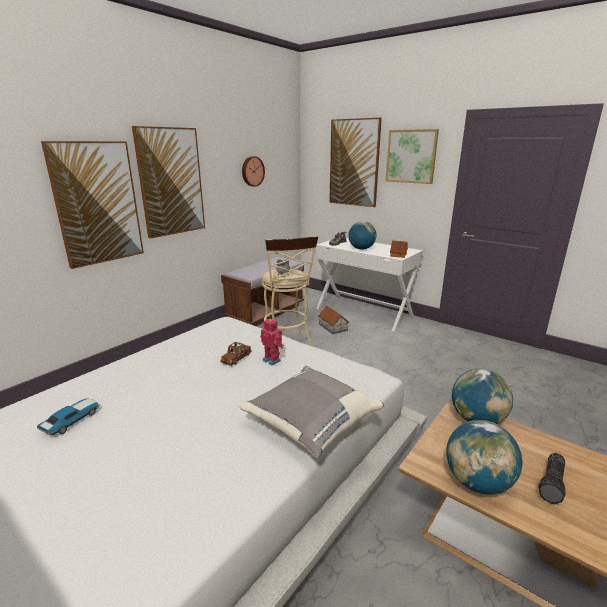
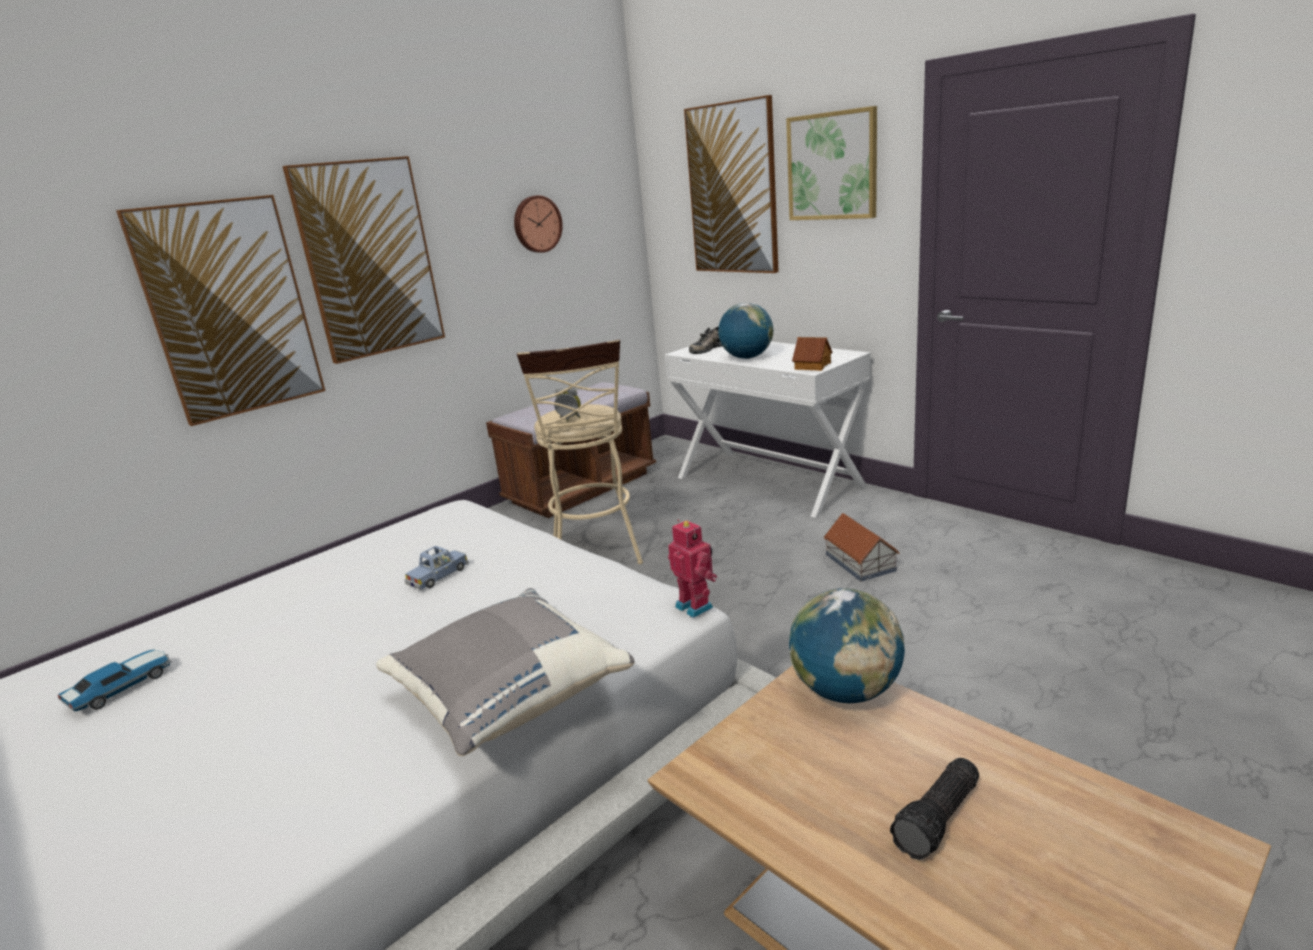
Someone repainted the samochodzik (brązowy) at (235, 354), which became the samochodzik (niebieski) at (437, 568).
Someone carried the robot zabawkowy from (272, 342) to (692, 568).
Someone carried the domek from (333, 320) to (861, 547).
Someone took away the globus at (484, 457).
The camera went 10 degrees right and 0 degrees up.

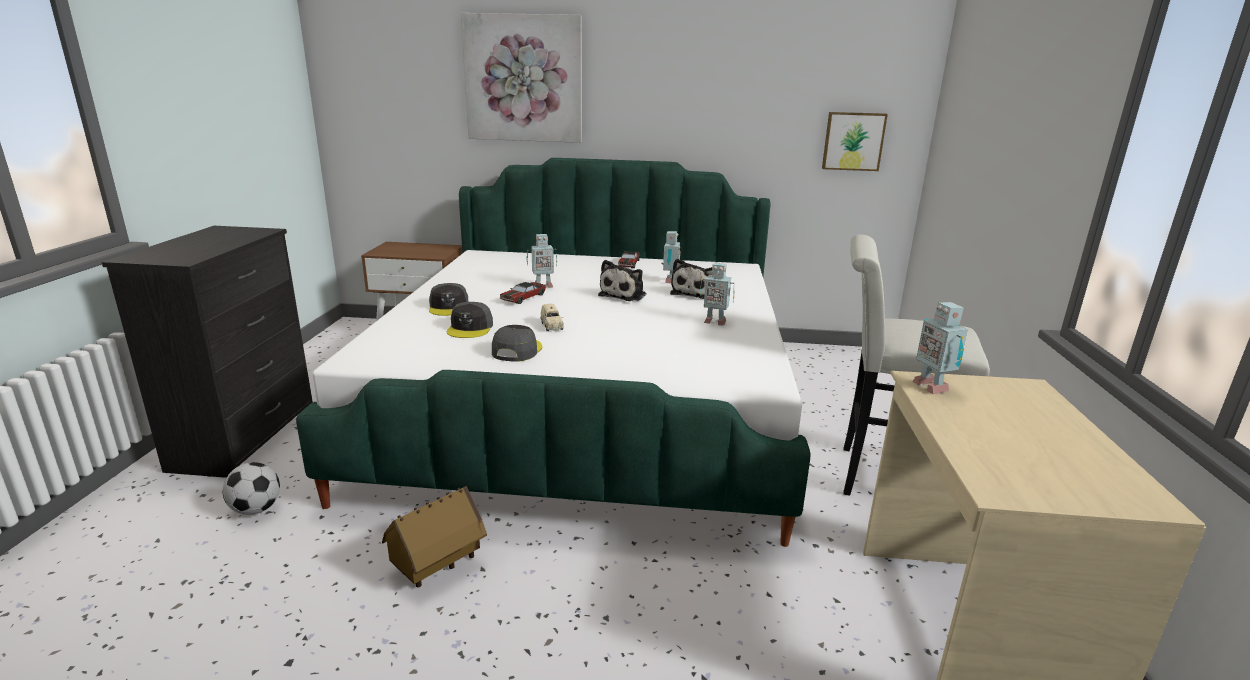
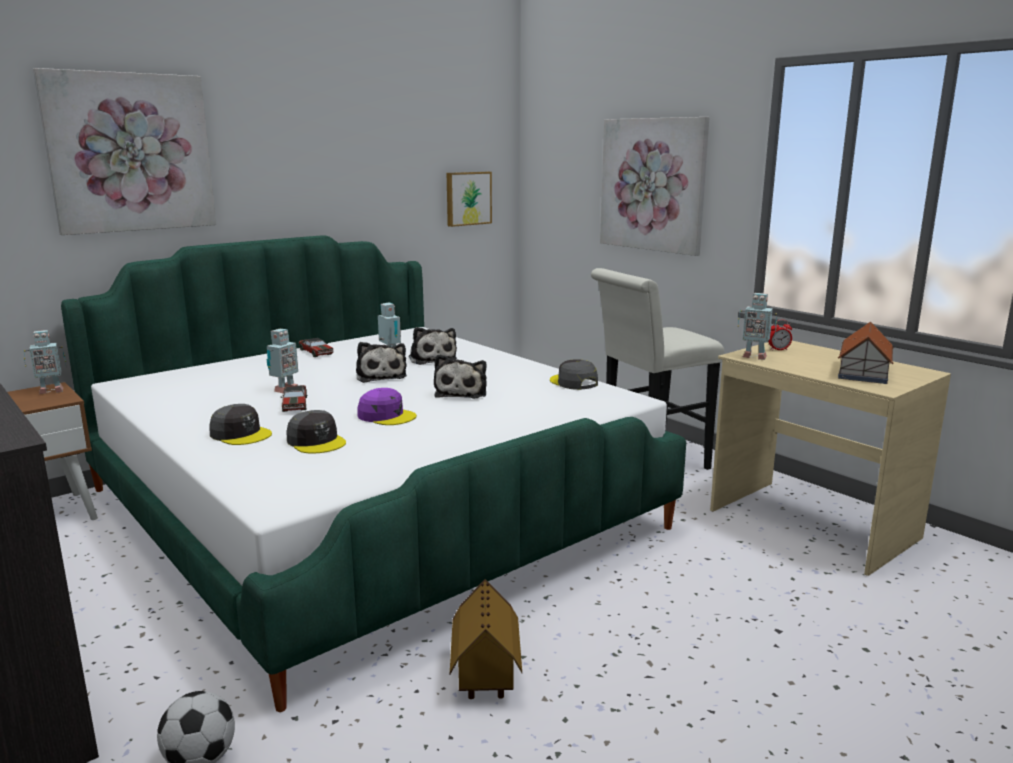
Someone carried the czapka z daszkiem (szary) from (517, 343) to (574, 374).
Someone swapped the samochodzik (beżowy) at (552, 317) for the czapka z daszkiem (fioletowy) at (387, 406).
Someone carried the robot zabawkowy from (717, 294) to (44, 362).
Someone put down the pluszak at (460, 376).
Someone put up the obraz at (655, 186).
Someone put down the budzik at (780, 335).
Someone put down the domek at (866, 353).
The camera went 45 degrees left and 5 degrees down.

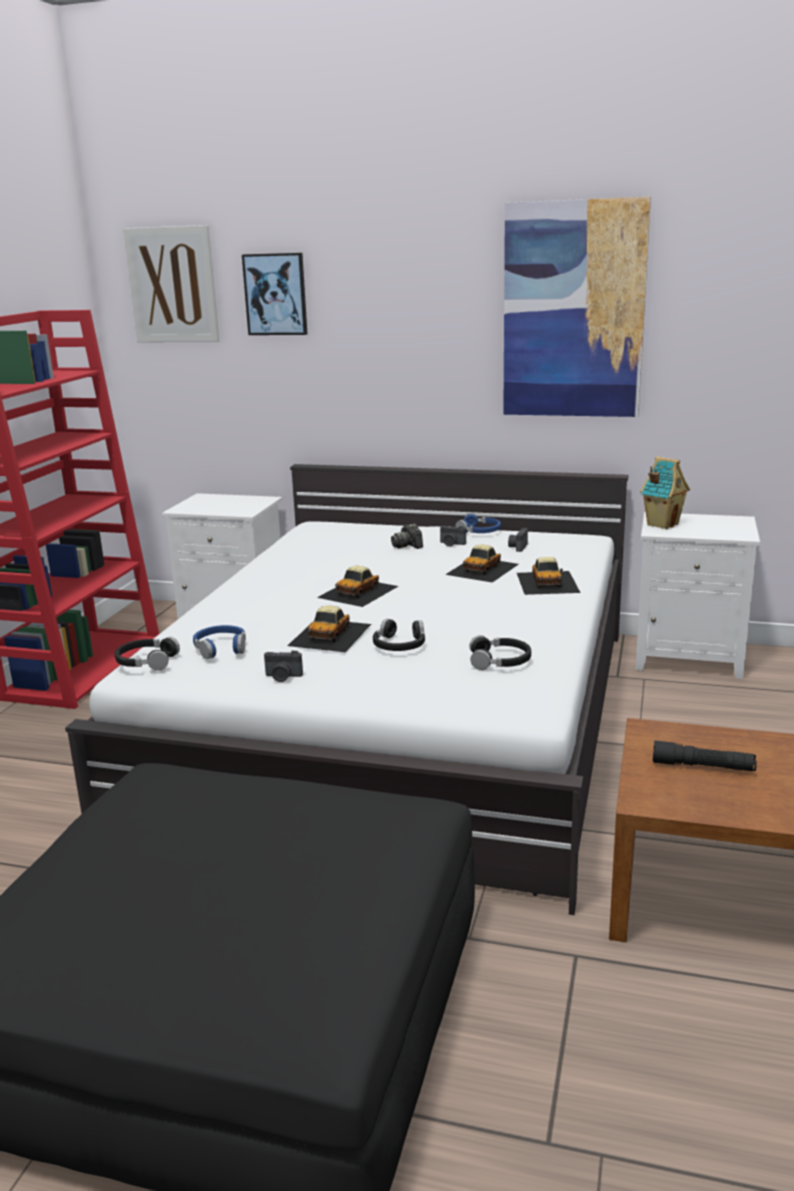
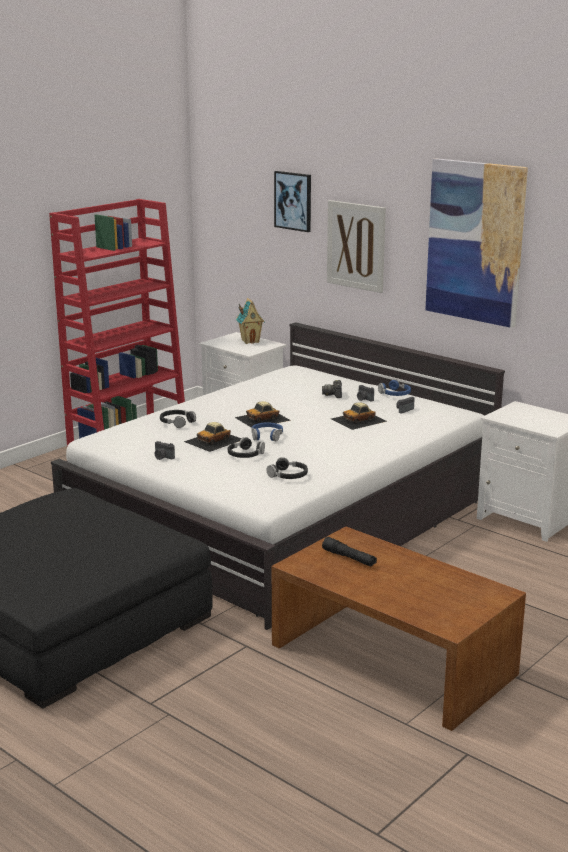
Someone carried the słuchawki (czarny) from (147, 654) to (178, 419).
Someone carried the obraz from (171, 283) to (356, 246).
Someone carried the słuchawki (niebieski) from (219, 642) to (267, 431).
Someone took away the samochodzik at (549, 576).
Someone carried the domek from (665, 492) to (250, 321).
The camera went 25 degrees right and 0 degrees up.

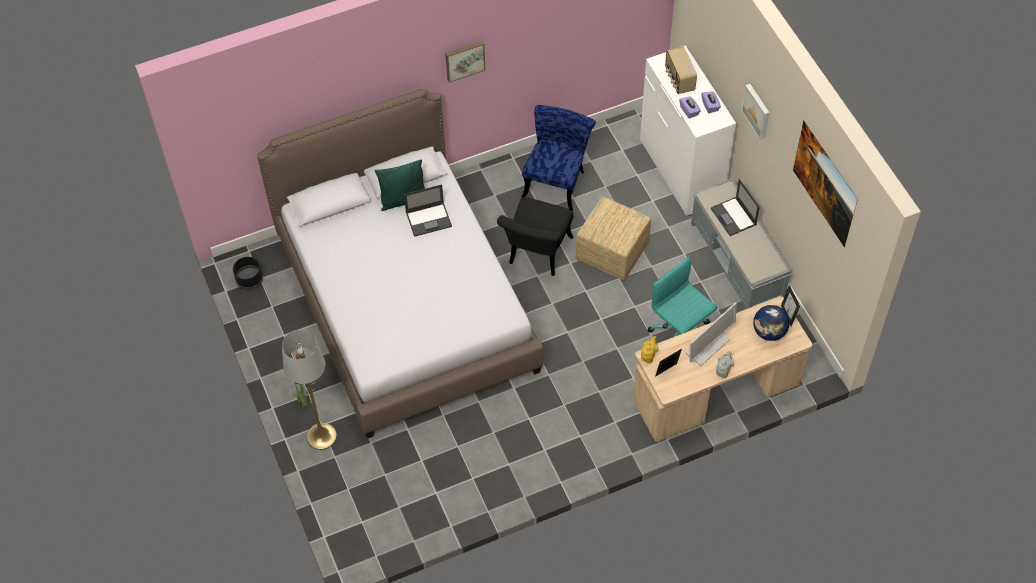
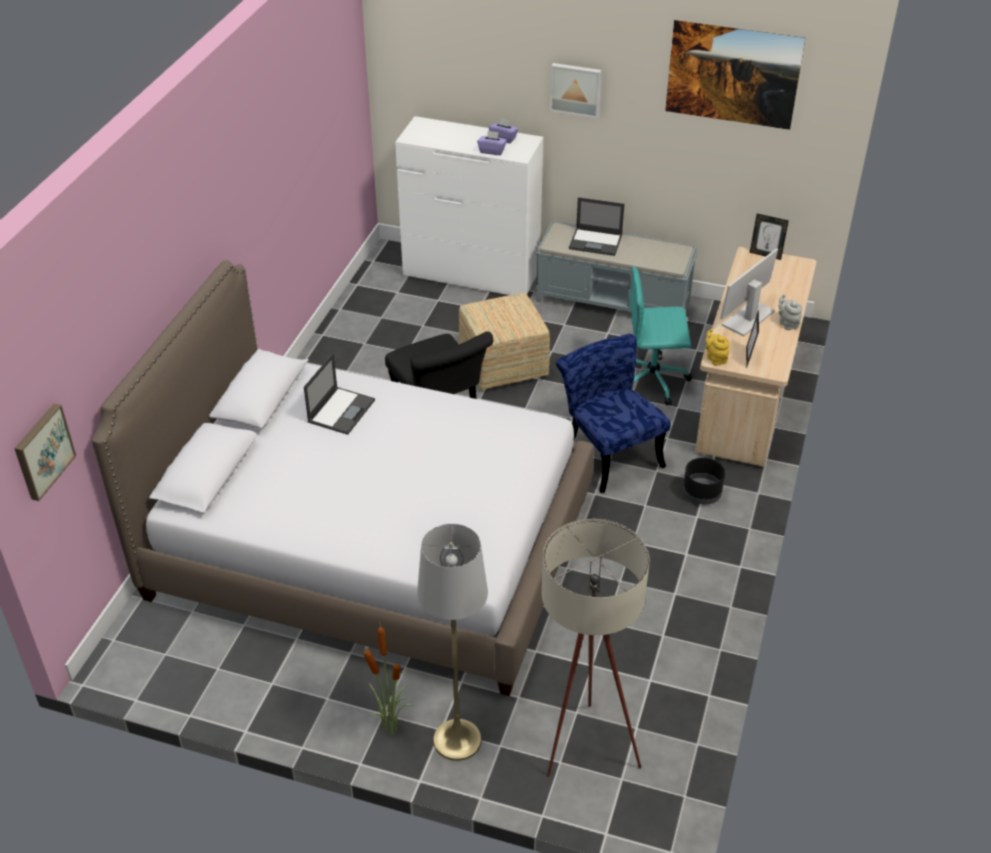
Someone carried the donica (czarny) from (248, 273) to (704, 481).
Someone took away the poduszka (zielony) at (400, 185).
Someone carried the obraz from (465, 62) to (45, 452).
Someone carried the krzesło (niebieski) from (559, 158) to (613, 413).
Someone took away the radio at (681, 70).
Someone rotated the monitor at (711, 334) by 135 degrees counterclockwise.
Someone took away the globus at (771, 323).
Someone put down the lampa stojąca (beżowy) at (595, 648).
The camera went 50 degrees left and 15 degrees down.

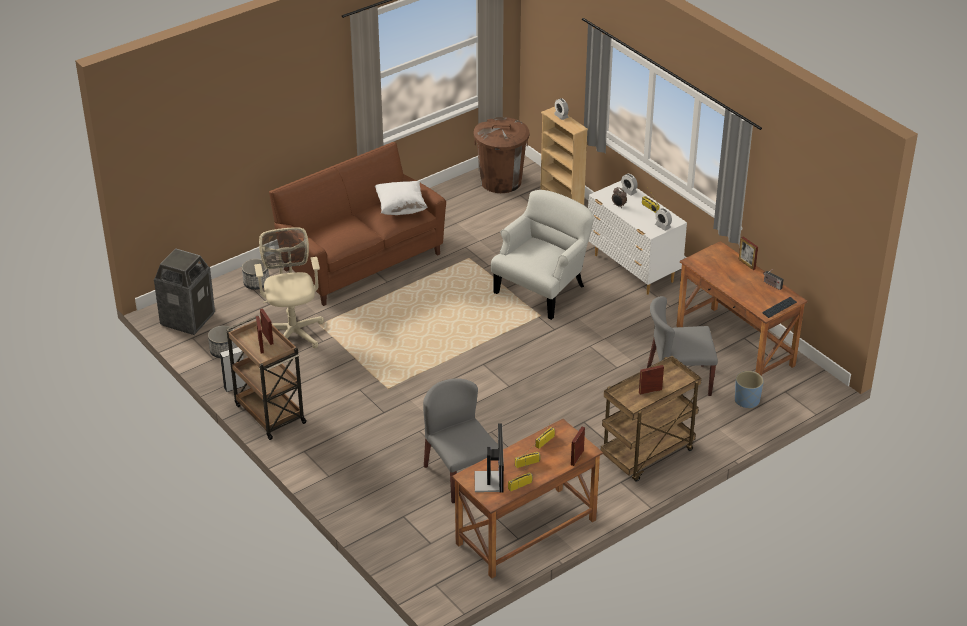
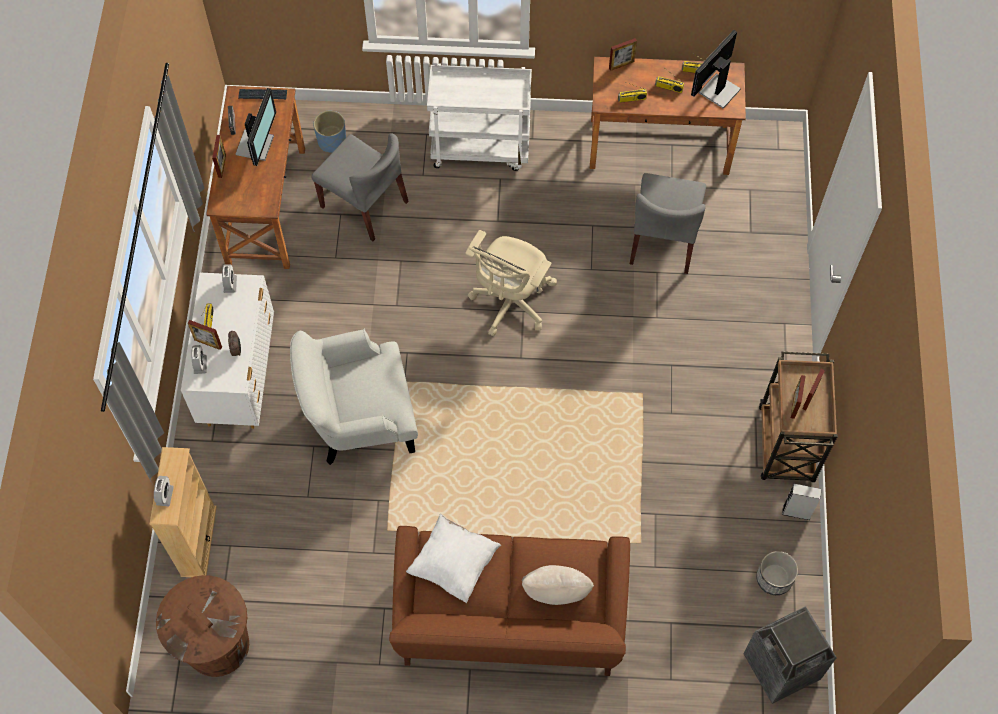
Someone took away the donica at (255, 274).
Someone carried the krzesło biurowe (beżowy) from (289, 287) to (511, 283).
Someone repainted the wózek (brązowy) at (651, 419), which became the wózek (biały) at (479, 117).
Someone carried the ramka na zdjęcie from (651, 380) to (205, 335).
Someone put down the monitor at (256, 127).
Someone put down the poduszka (beżowy) at (558, 585).
The camera went 140 degrees left and 25 degrees up.

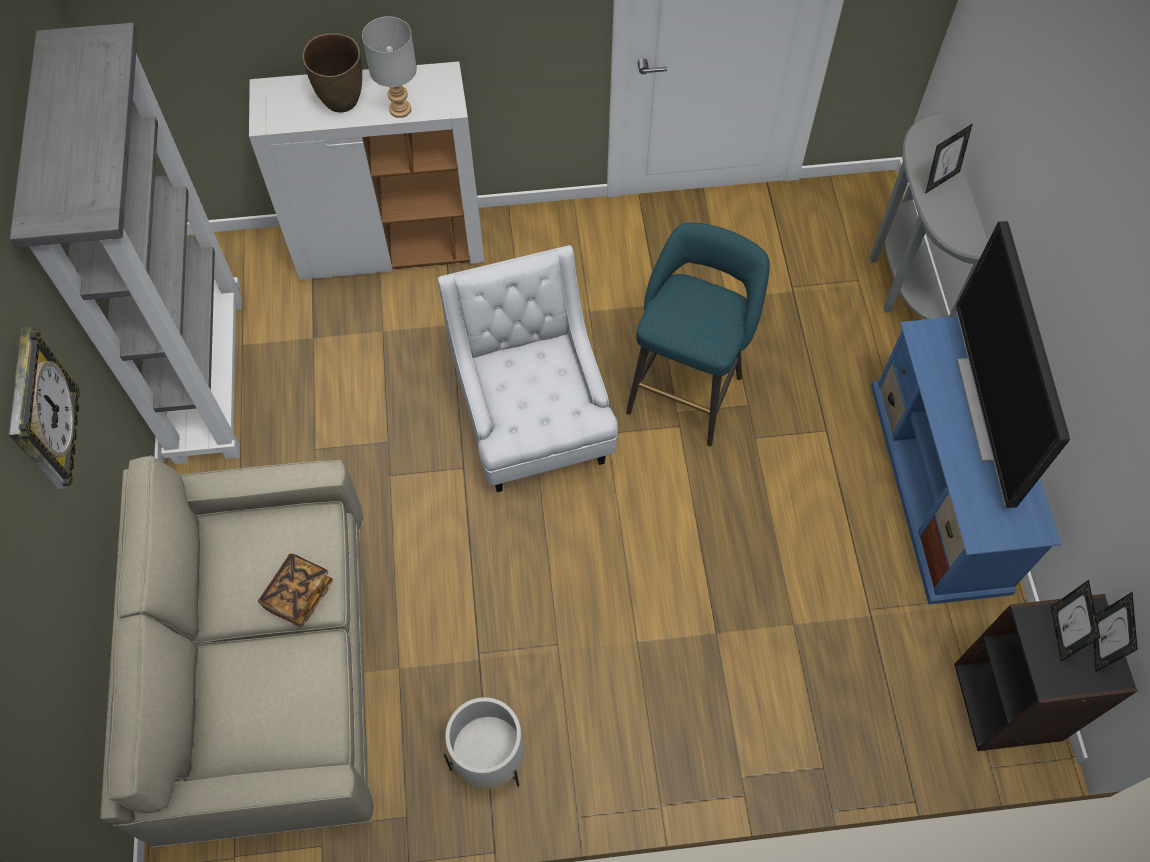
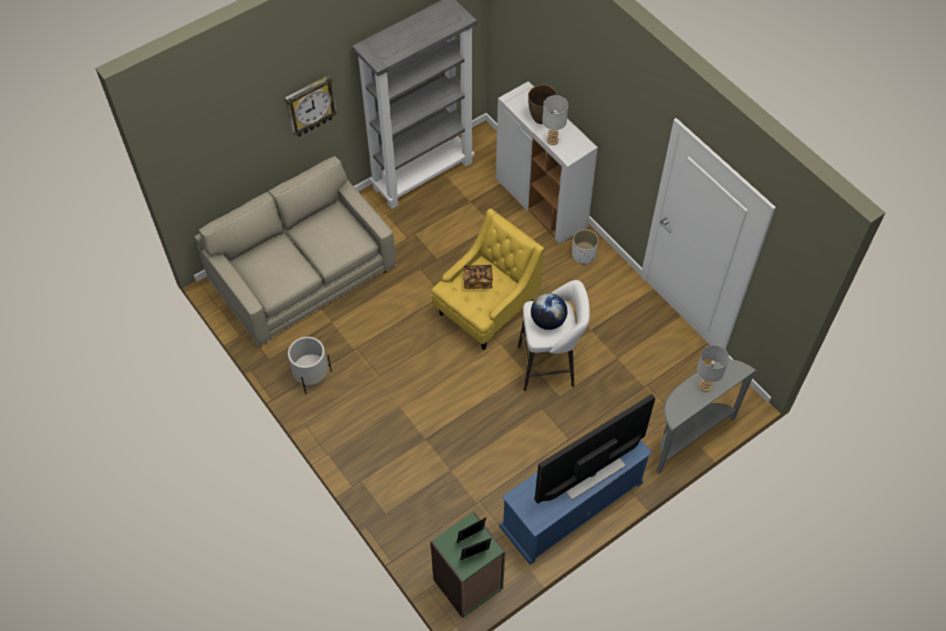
Someone carried the książka from (295, 590) to (478, 277).
Someone repainted the fotel (biały) at (528, 368), which became the fotel (żółty) at (487, 279).
Someone repainted the stołek (turkusowy) at (698, 335), which became the stołek (biały) at (554, 335).
Someone swapped the ramka na zdjęcie at (948, 159) for the lampa stołowa (szary) at (713, 368).
Someone repainted the regał (czarny) at (1046, 672), which became the regał (zielony) at (468, 565).
Someone put down the globus at (549, 311).
Someone put down the donica (biały) at (585, 246).
The camera went 60 degrees right and 5 degrees down.

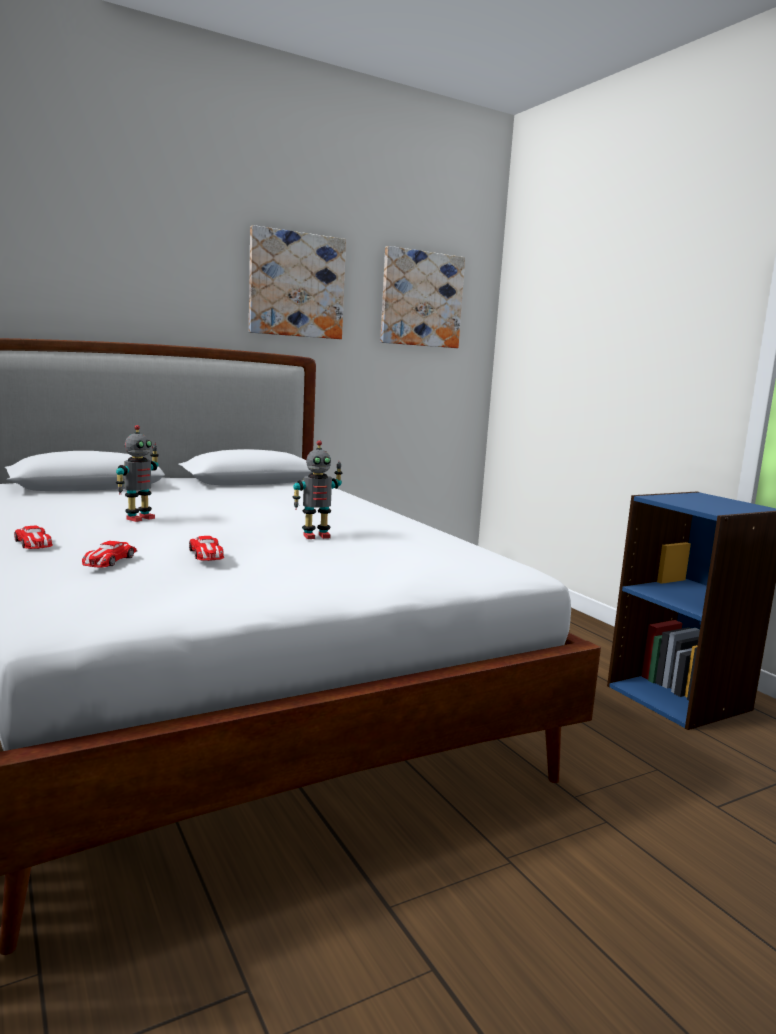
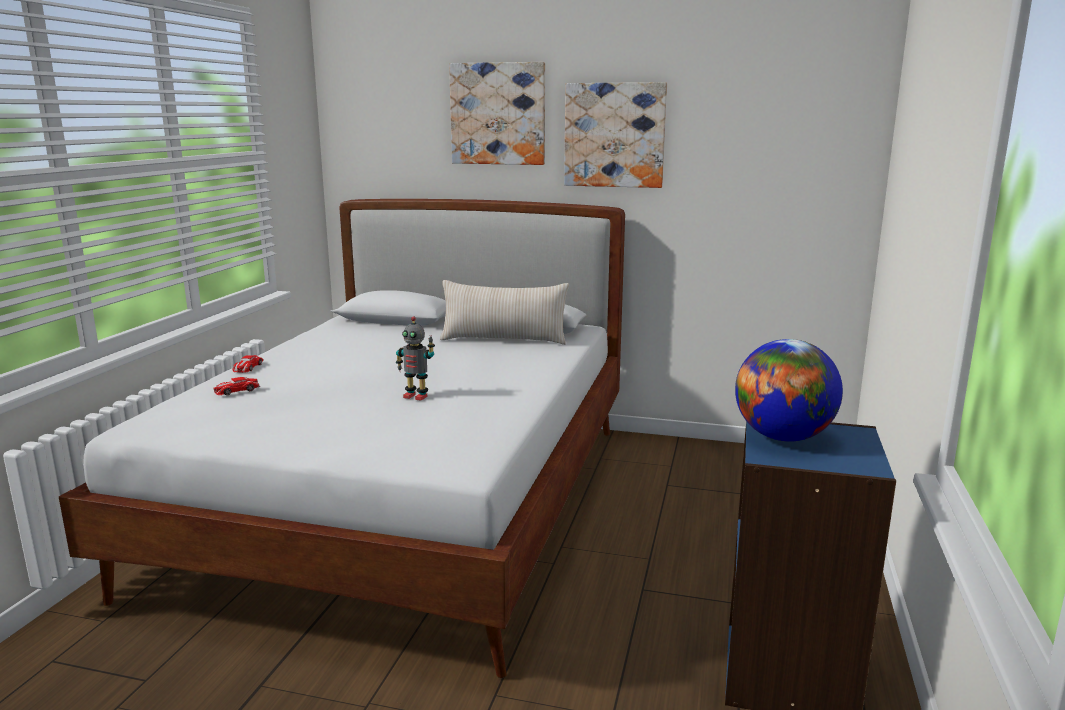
Someone took away the robot zabawkowy at (137, 473).
Someone took away the samochodzik at (206, 548).
Someone carried the obraz from (422, 297) to (497, 113).
Someone put down the poduszka (beżowy) at (504, 312).
Someone put down the globus at (789, 390).
The camera went 45 degrees right and 5 degrees up.

